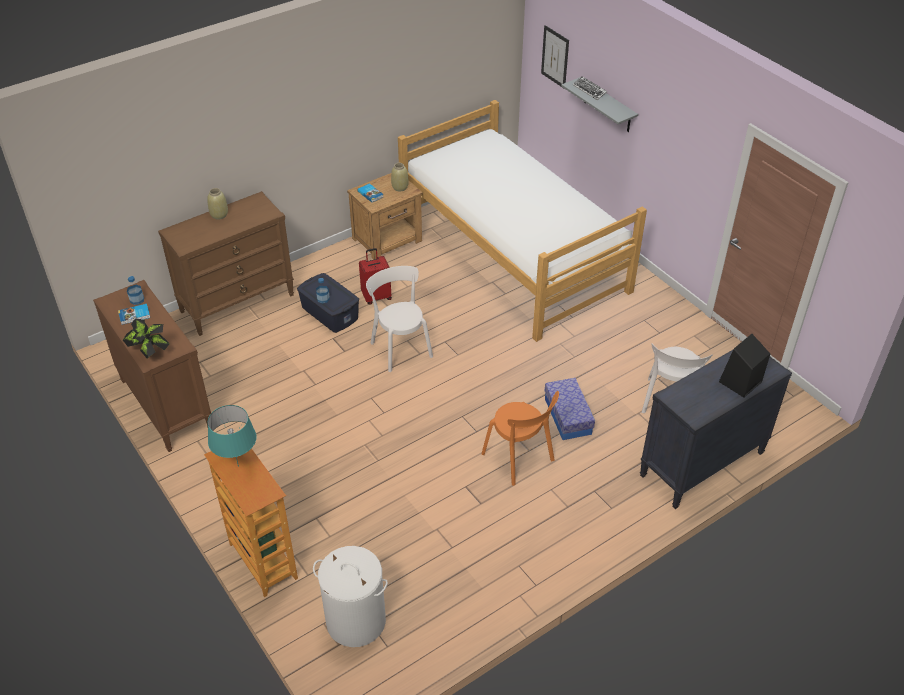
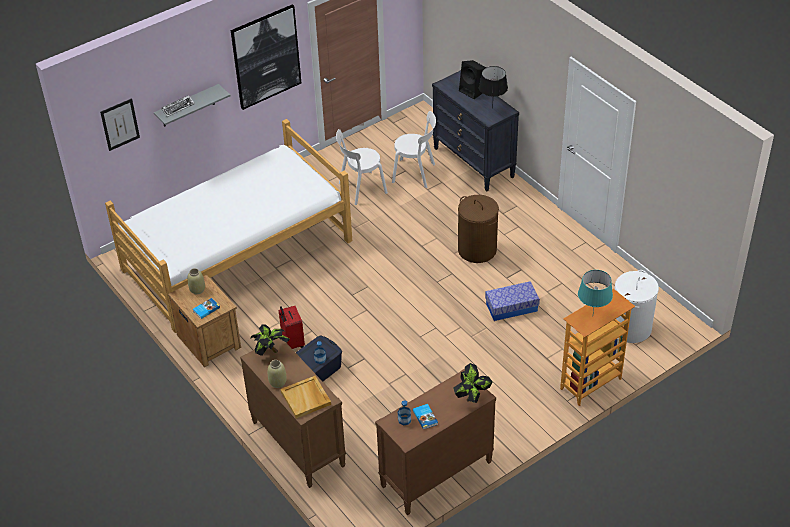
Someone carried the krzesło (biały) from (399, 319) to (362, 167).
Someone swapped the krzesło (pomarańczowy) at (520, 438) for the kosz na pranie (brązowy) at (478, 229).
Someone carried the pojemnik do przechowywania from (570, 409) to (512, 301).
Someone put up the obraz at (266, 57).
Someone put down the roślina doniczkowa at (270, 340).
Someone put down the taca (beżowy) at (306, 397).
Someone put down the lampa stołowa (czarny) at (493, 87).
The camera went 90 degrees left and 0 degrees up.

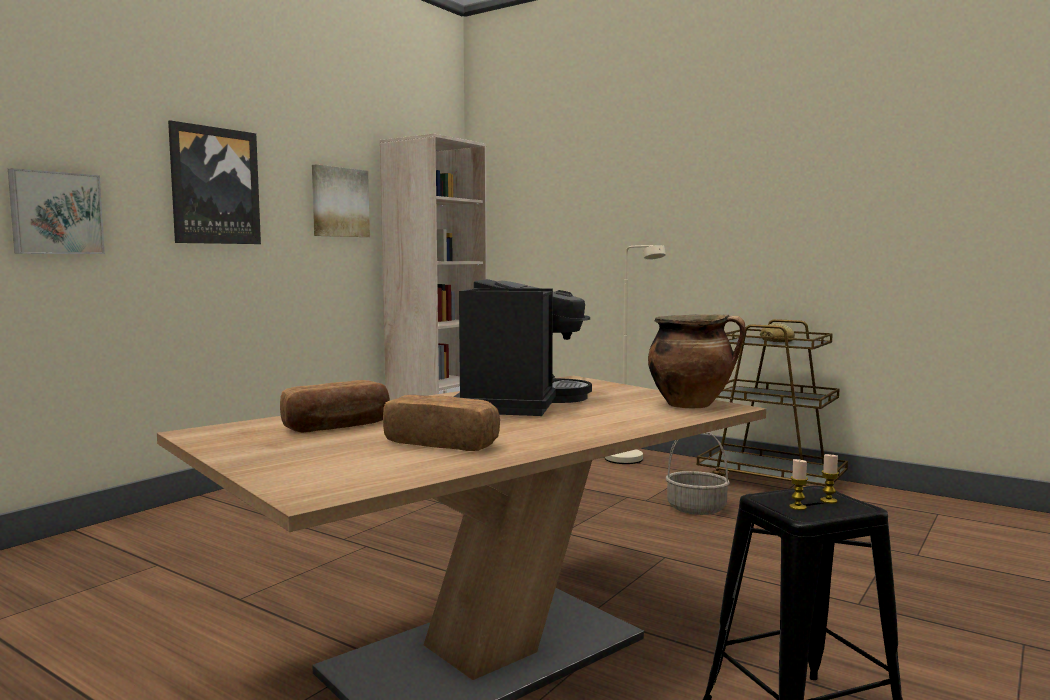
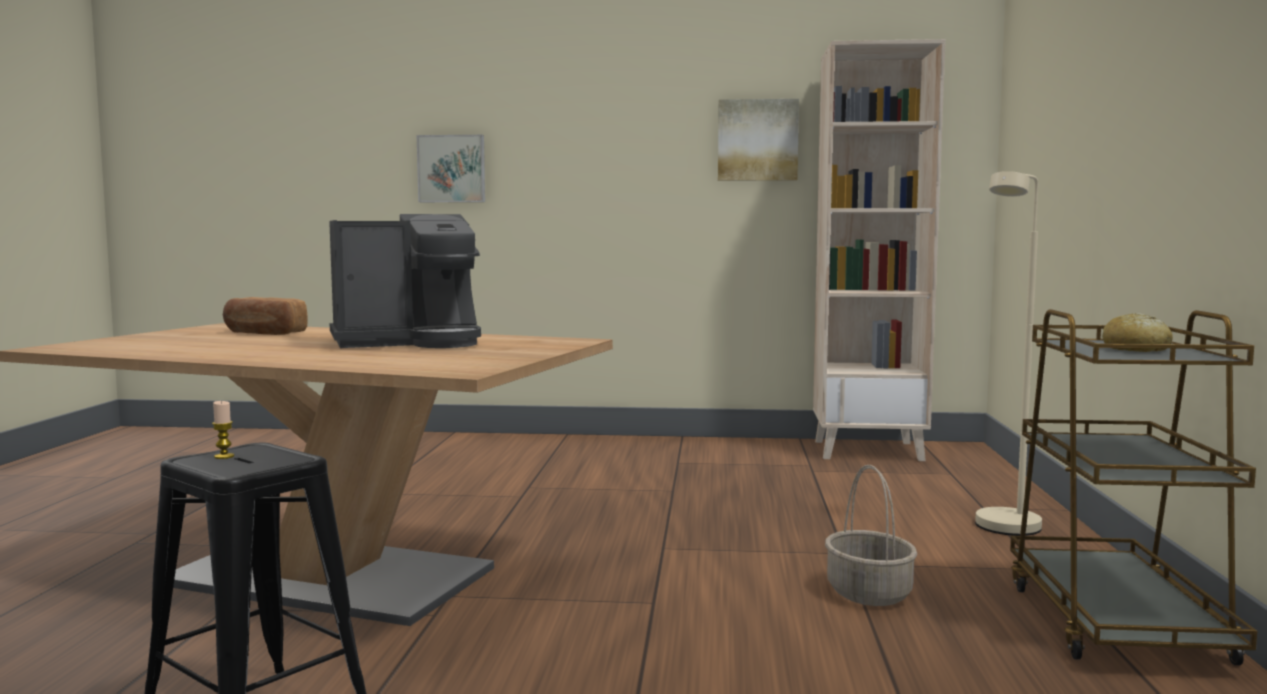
Someone took away the obraz at (214, 182).
Someone took away the chleb at (441, 423).
Someone took away the garnek at (696, 361).
Someone took away the świeca at (829, 479).
The camera went 60 degrees right and 0 degrees up.

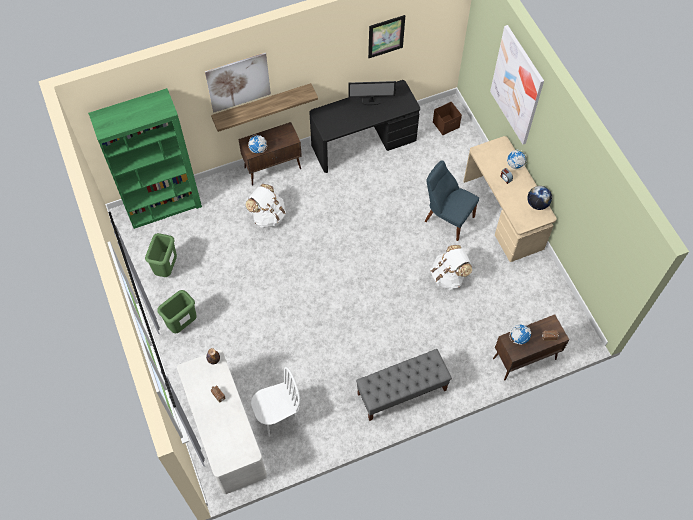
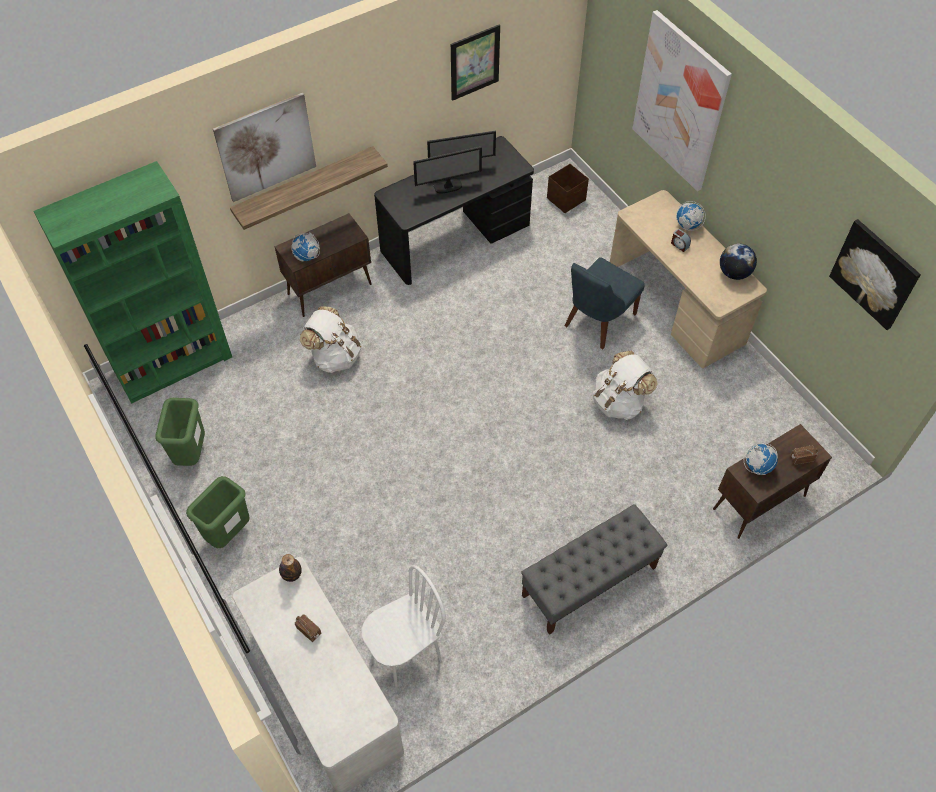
Someone rotated the krzesło (niebieski) at (451, 200) by 75 degrees counterclockwise.
Someone put down the monitor at (447, 170).
Someone put up the obraz at (875, 274).
The camera went 10 degrees left and 5 degrees down.

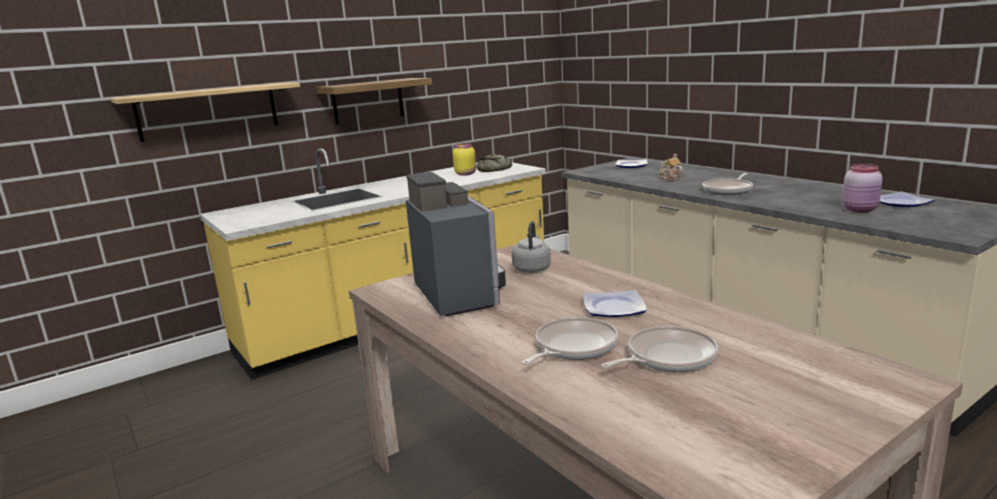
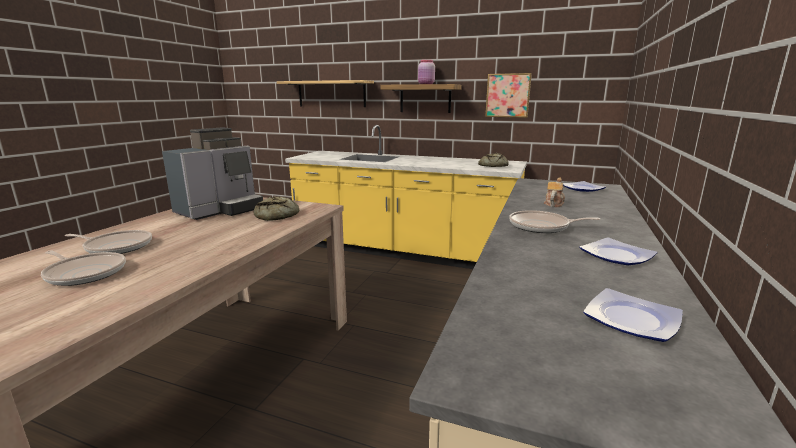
Someone took away the słoik (żółty) at (464, 159).
Someone swapped the czajnik (szary) at (531, 246) for the chleb at (276, 208).
Someone carried the talerz from (615, 303) to (618, 251).
Someone carried the słoik (różowy) from (862, 188) to (426, 72).
Someone put up the obraz at (508, 95).
The camera went 55 degrees right and 0 degrees up.

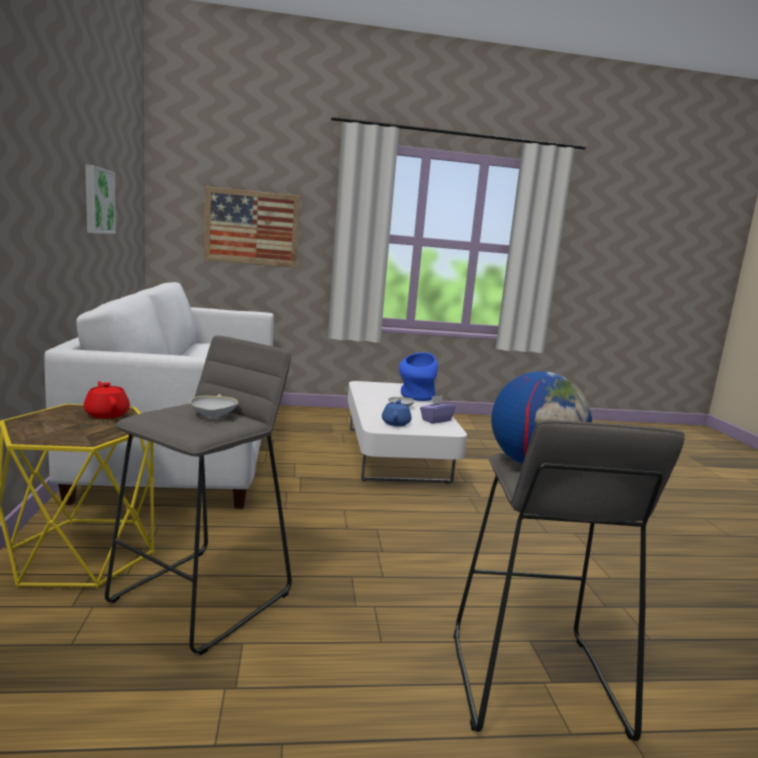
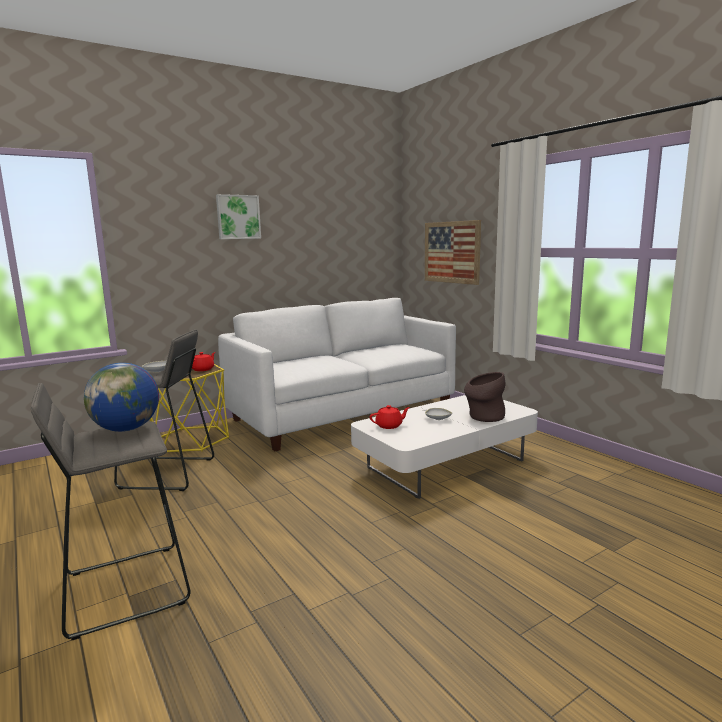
Someone carried the obraz from (100, 199) to (238, 216).
Someone repainted the imbryk (niebieski) at (397, 412), which became the imbryk (czerwony) at (390, 417).
Someone repainted the wazon (niebieski) at (418, 376), which became the wazon (brązowy) at (484, 397).
Someone took away the pudełko chusteczek (fioletowy) at (438, 409).
The camera went 65 degrees right and 0 degrees up.

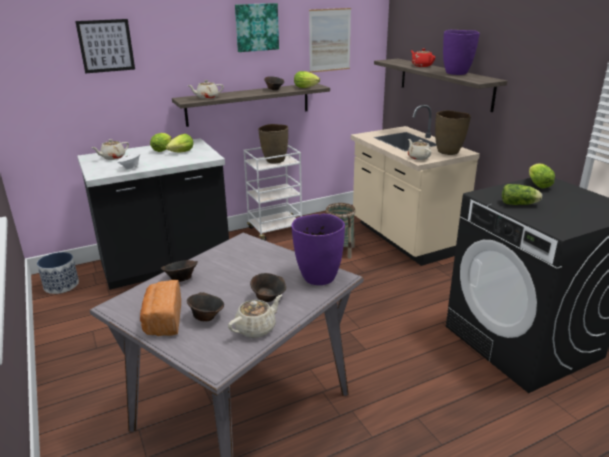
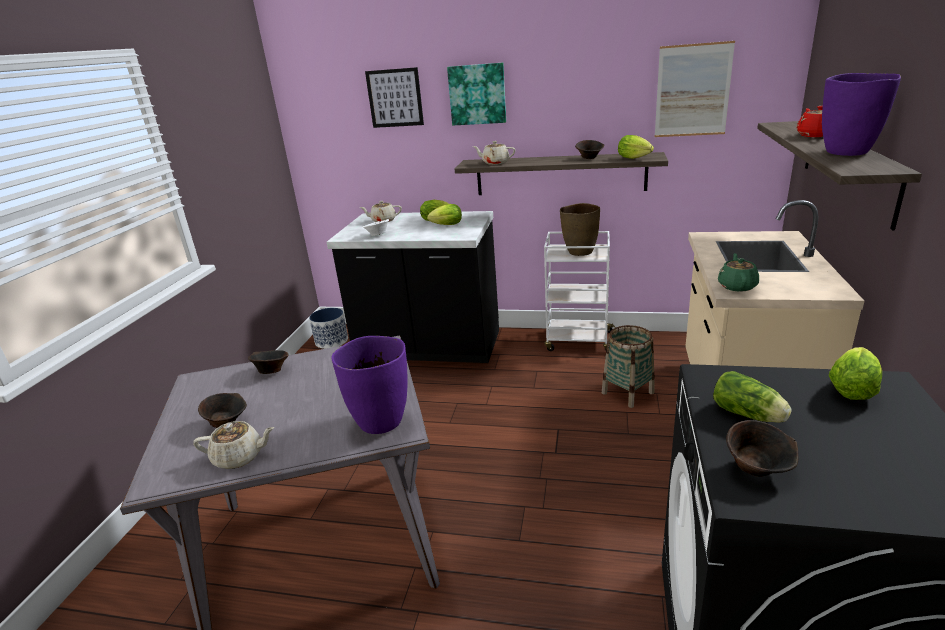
Someone took away the chleb at (160, 308).
Someone carried the obraz from (257, 27) to (476, 94).
Someone carried the miska (brązowy) from (268, 287) to (762, 448).
Someone repainted the imbryk (beżowy) at (419, 149), which became the imbryk (zielony) at (738, 272).
Someone took away the wazon (brązowy) at (453, 132).
The camera went 40 degrees right and 0 degrees up.

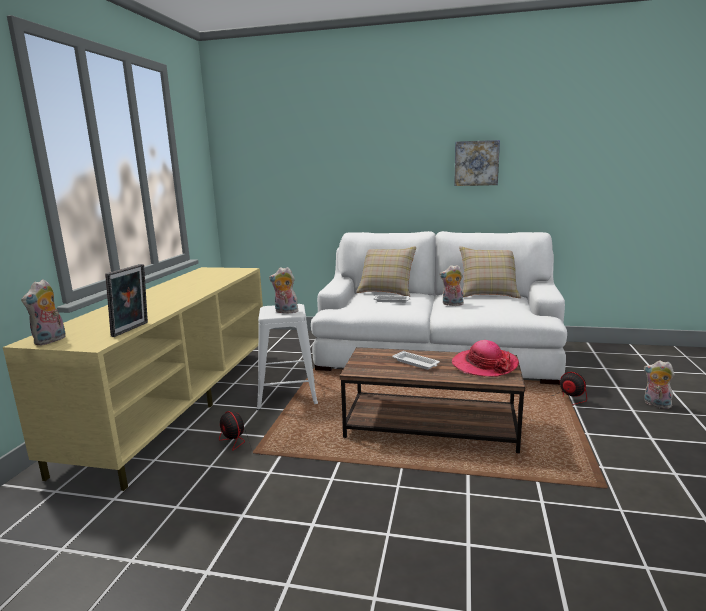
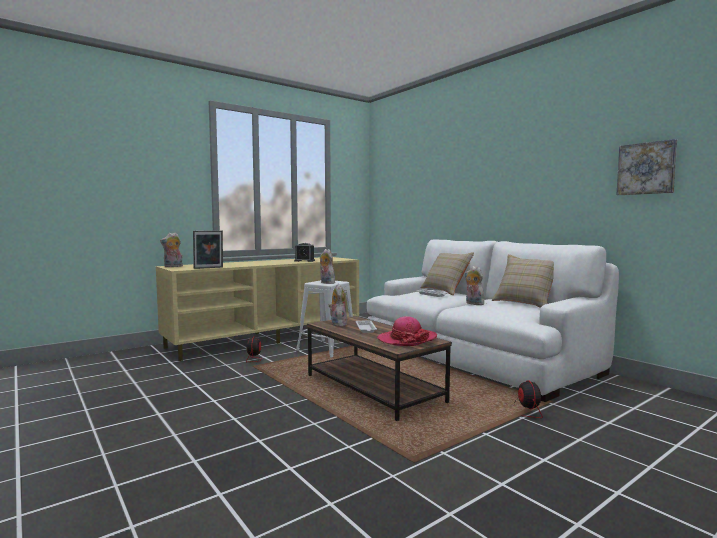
Someone carried the obraz from (477, 163) to (646, 167).
Someone carried the pluszak from (659, 384) to (337, 305).
Someone put down the budzik at (304, 252).
The camera went 40 degrees right and 10 degrees down.

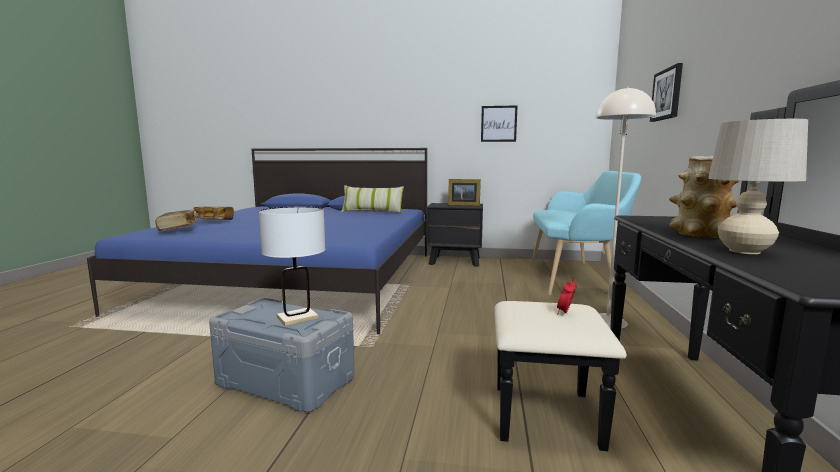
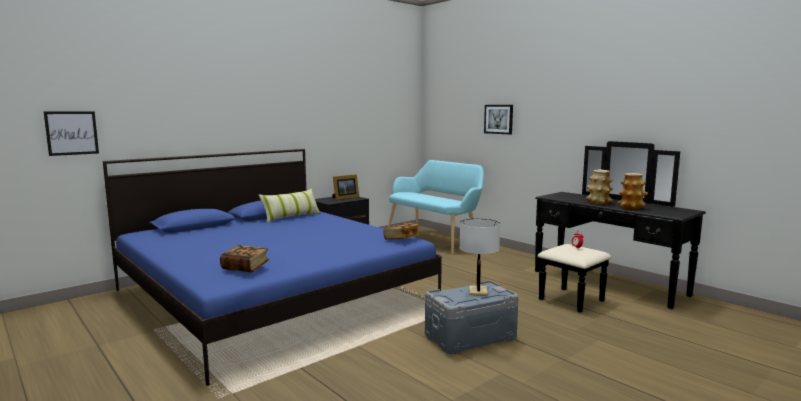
Someone carried the książka from (213, 213) to (402, 231).
Someone carried the obraz from (499, 123) to (71, 133).
Someone took away the lampa stojąca (beżowy) at (626, 207).
Someone swapped the lampa stołowa (beżowy) at (758, 186) for the wazon at (632, 191).
The camera went 50 degrees left and 0 degrees up.

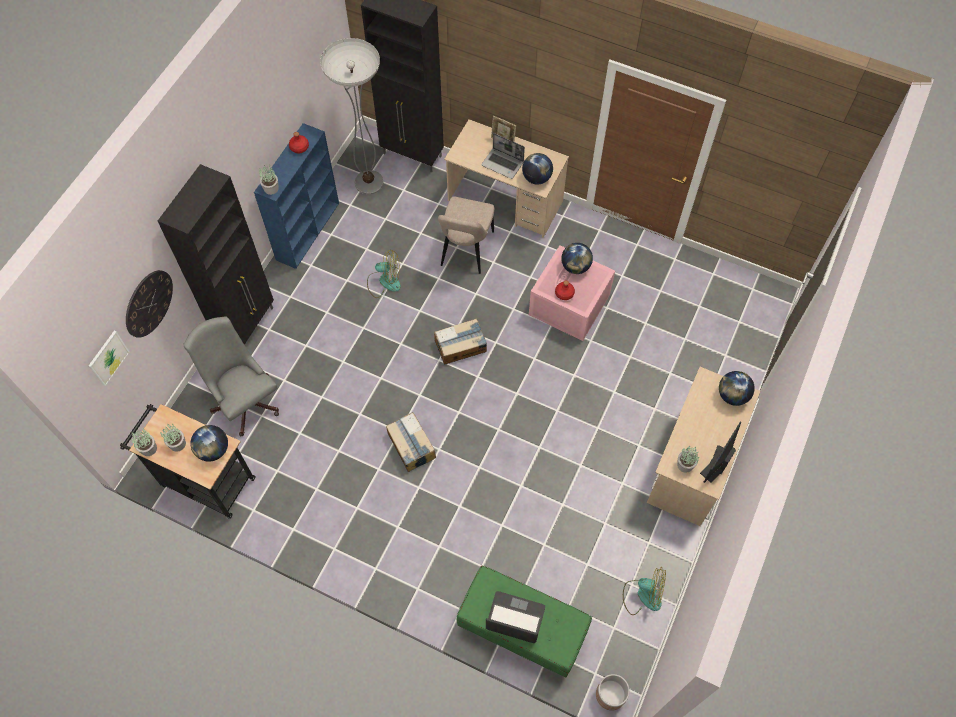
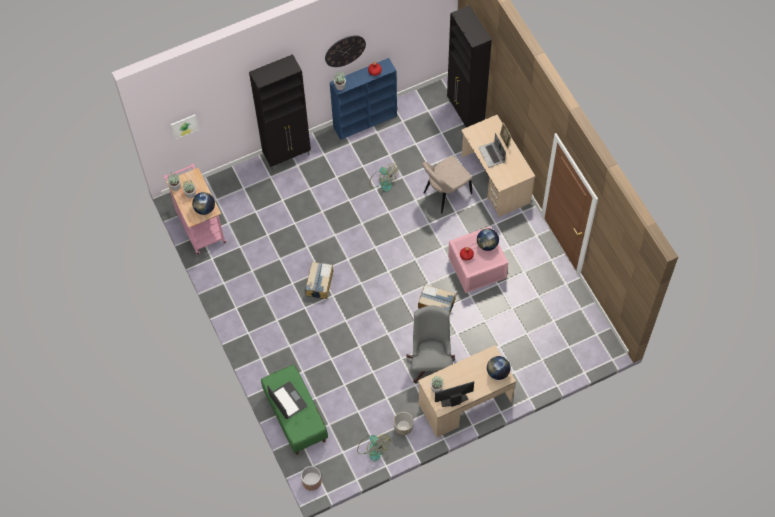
Someone repainted the wózek (czarny) at (188, 461), which became the wózek (różowy) at (195, 209).
Someone carried the zegar ścienny from (149, 304) to (345, 51).
Someone carried the krzesło biurowe (szary) from (231, 376) to (430, 344).
Someone took away the lampa stojąca at (352, 116).
Someone carried the karton from (460, 341) to (436, 299).
Someone took away the globus at (537, 169).
Someone put down the donica at (403, 423).
The camera went 40 degrees right and 0 degrees up.

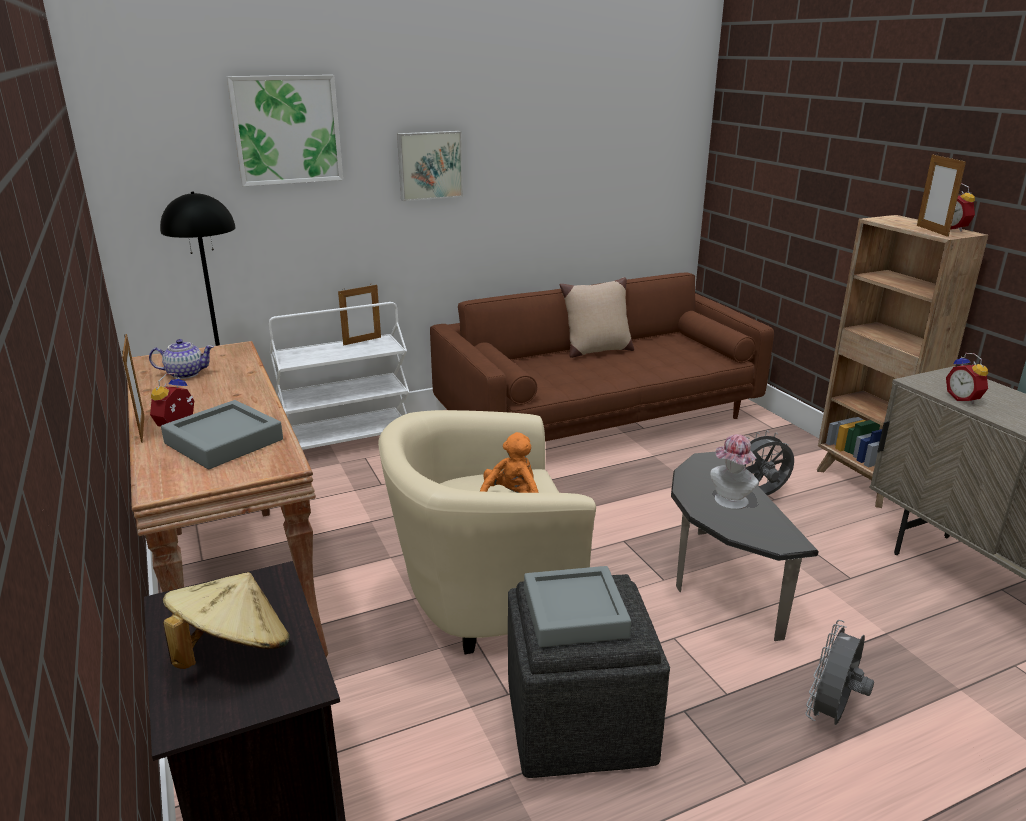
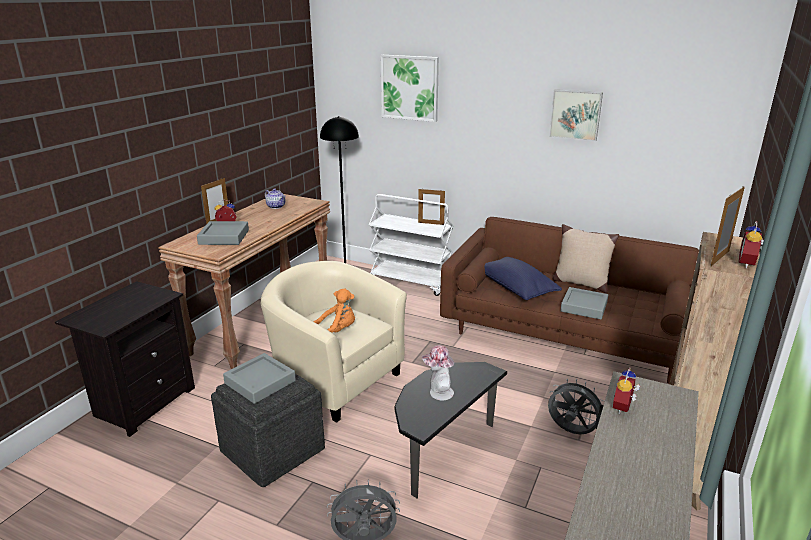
Someone took away the kapelusz (beżowy) at (226, 620).
Someone carried the obraz from (430, 166) to (576, 115).
Someone put down the poduszka (niebieski) at (523, 278).
Someone put down the taca (szary) at (584, 303).
The camera went 50 degrees right and 0 degrees up.

